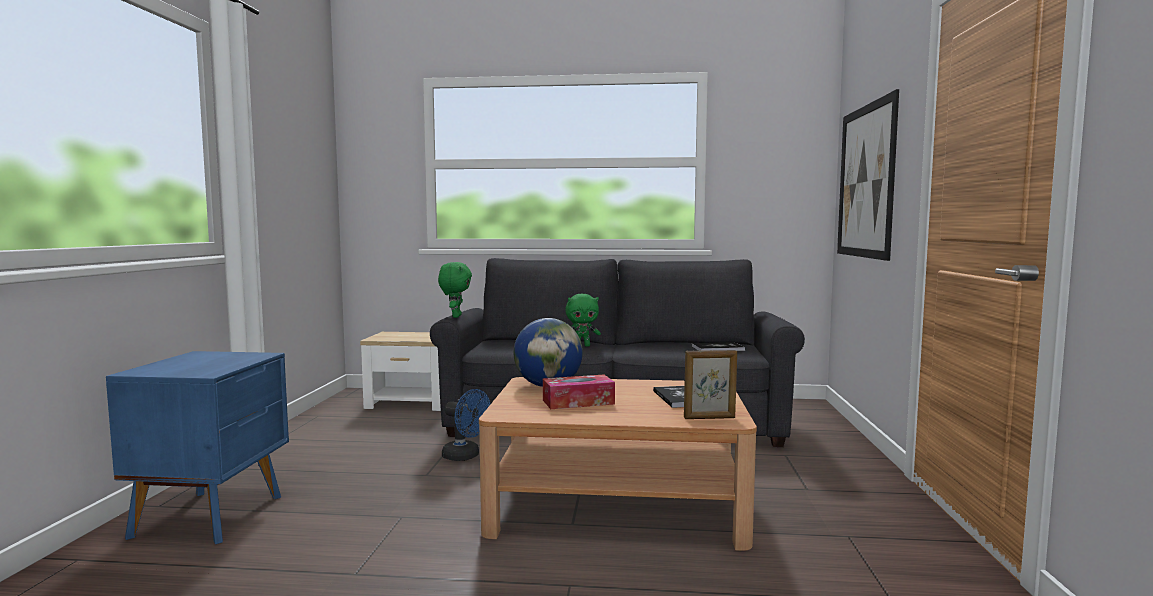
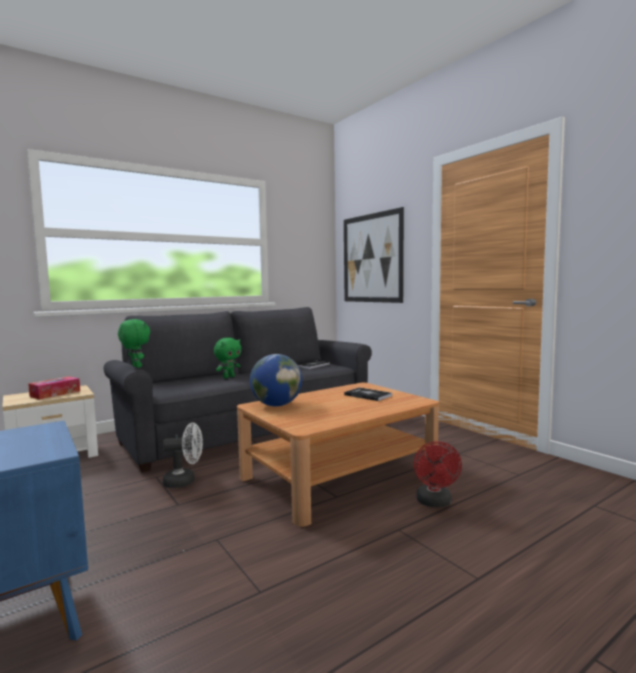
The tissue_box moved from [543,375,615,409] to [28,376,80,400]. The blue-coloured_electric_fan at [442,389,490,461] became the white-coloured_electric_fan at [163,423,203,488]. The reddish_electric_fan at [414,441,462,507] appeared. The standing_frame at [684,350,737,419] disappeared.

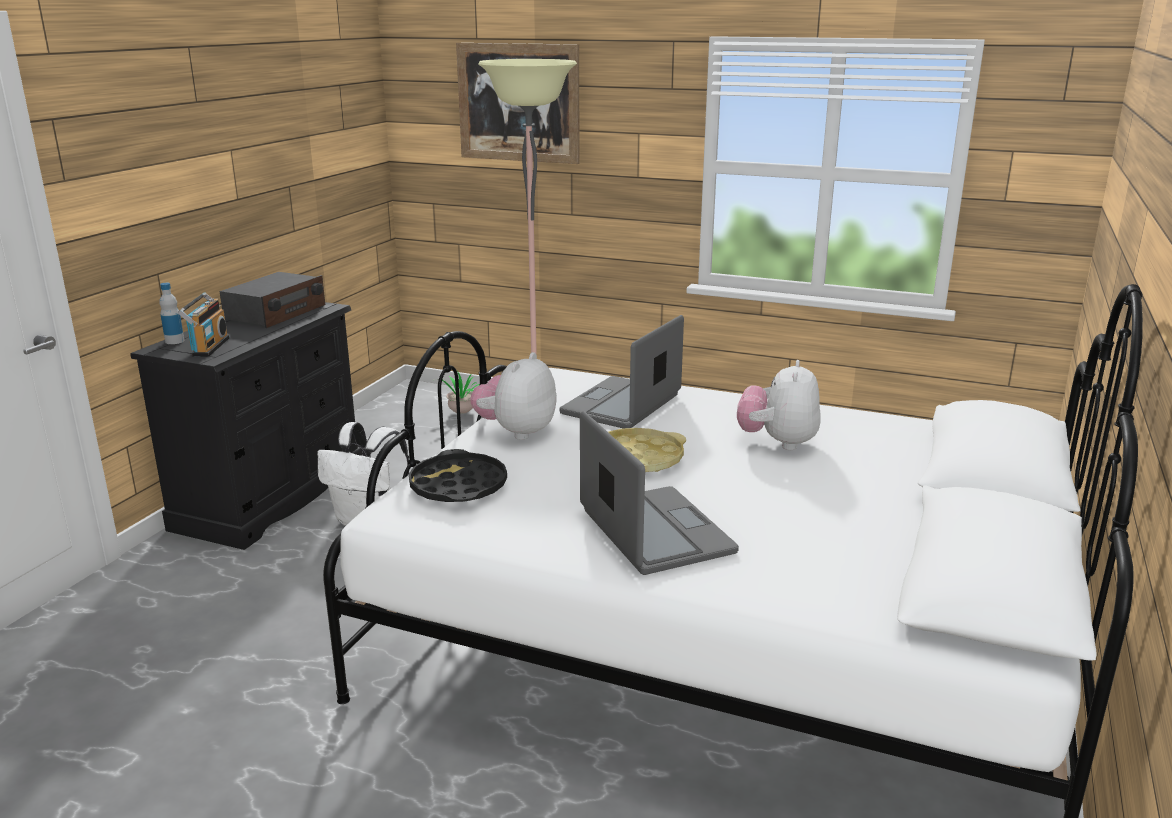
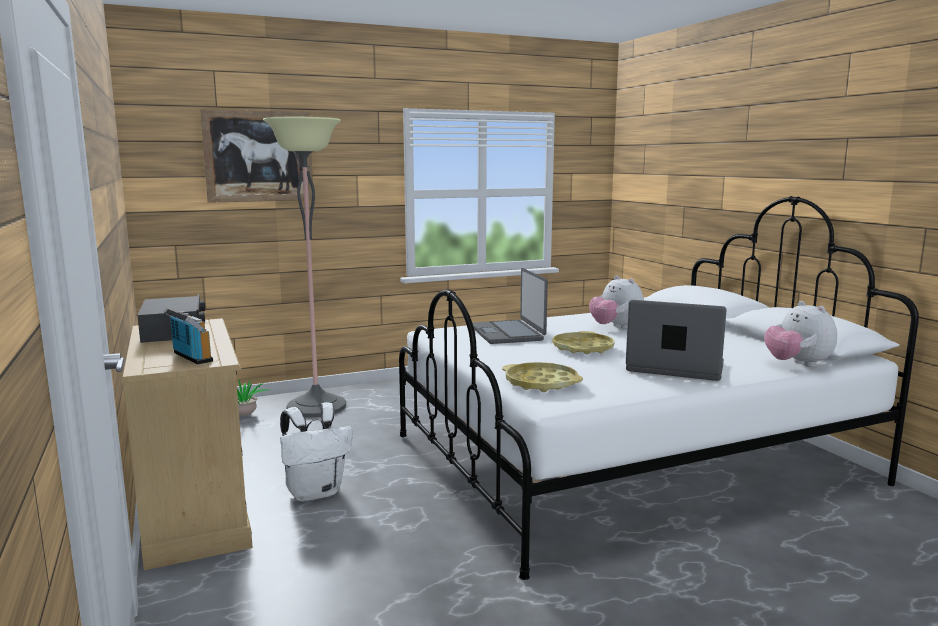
The blackish_chest_of_drawers at [130,302,363,550] became the beige_chest_of_drawers at [122,318,253,570]. The blackish_tray at [409,449,507,502] became the yellow-coloured_tray at [502,362,583,392]. The cuddly_toy moved from [470,352,556,440] to [764,301,837,367]. The beverage_bottle at [159,283,185,344] disappeared.

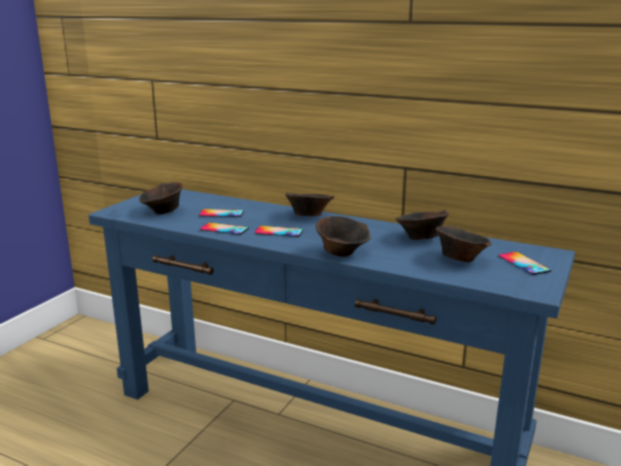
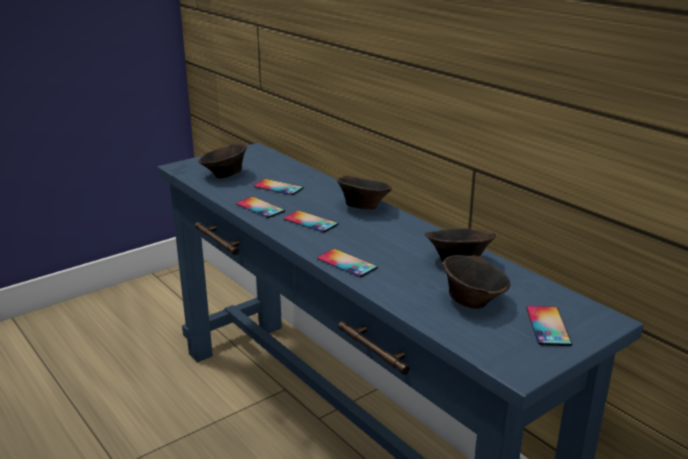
The brownish_serving_bowl at [316,216,370,257] was replaced by the telephone at [317,249,378,277].

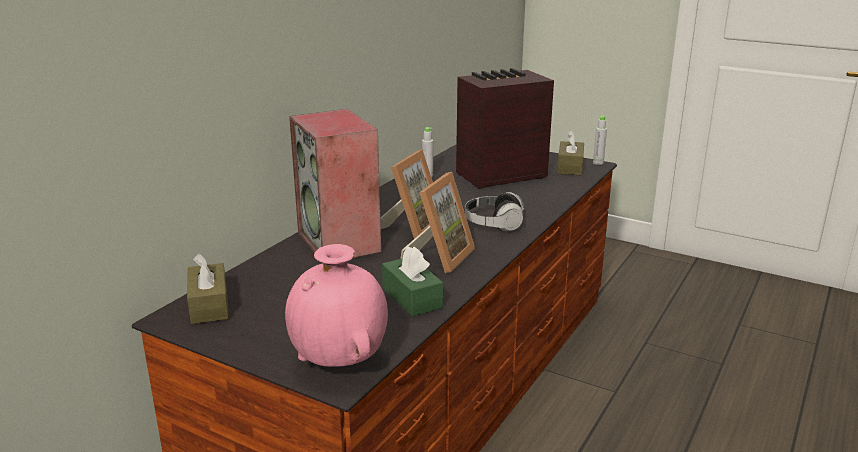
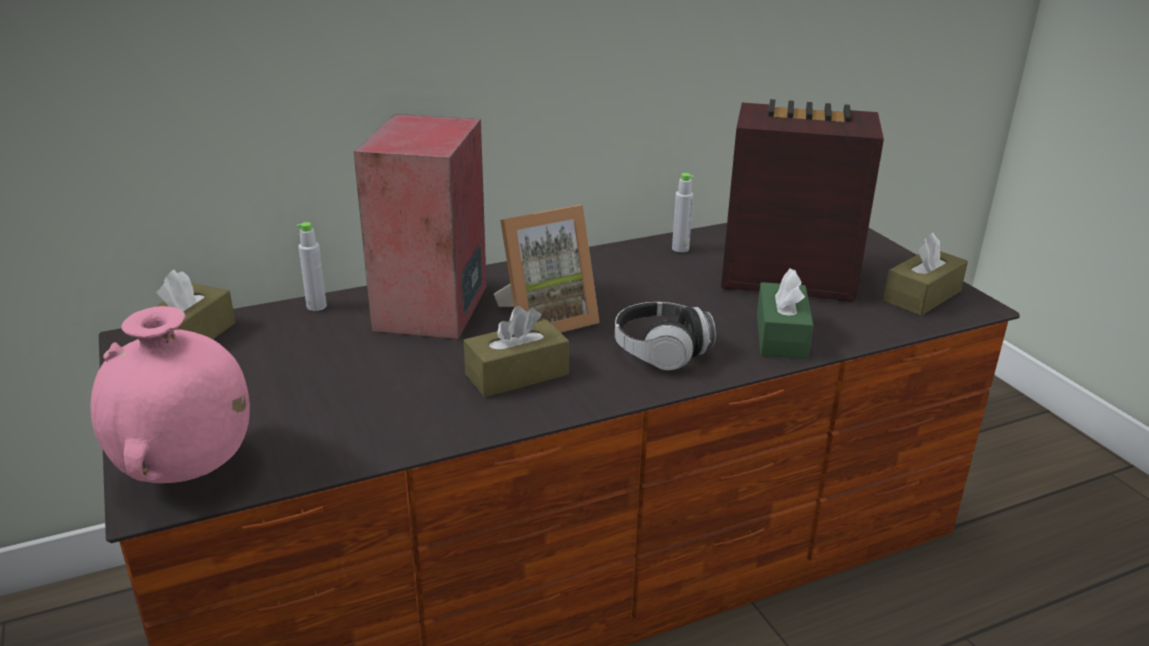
The grey_beverage_bottle moved from [593,116,607,165] to [297,222,327,311]. The standing_frame at [400,172,475,273] was replaced by the brownish_tissue_box at [464,306,569,397]. The greenish_tissue_box moved from [382,246,443,316] to [757,268,813,359].

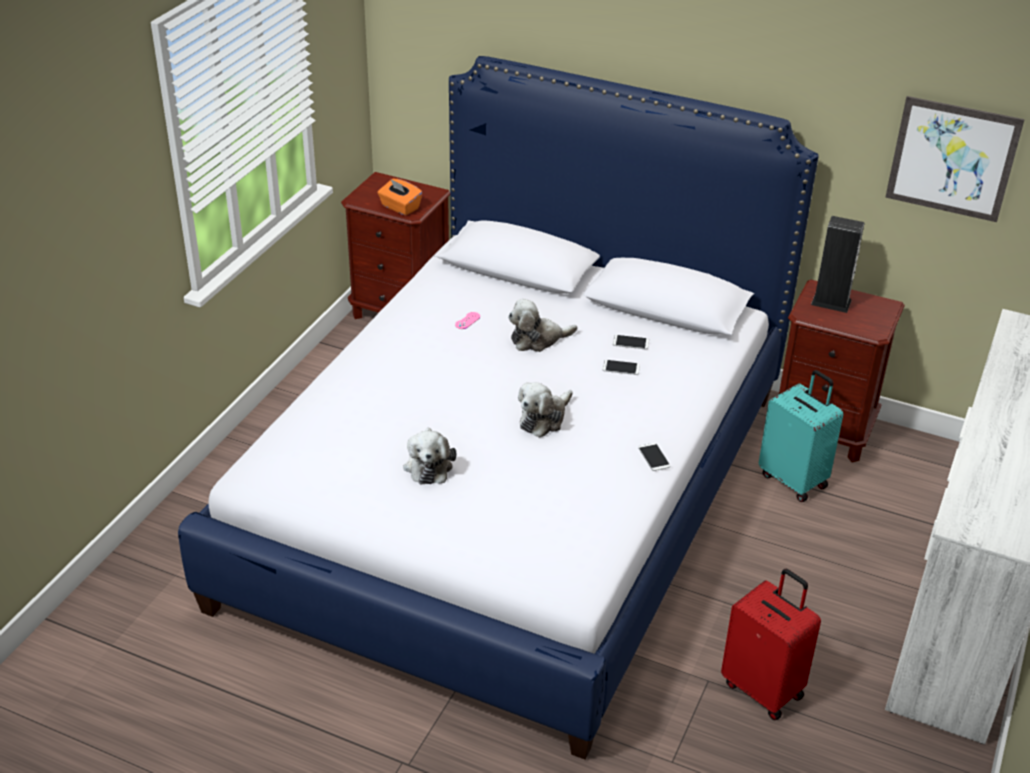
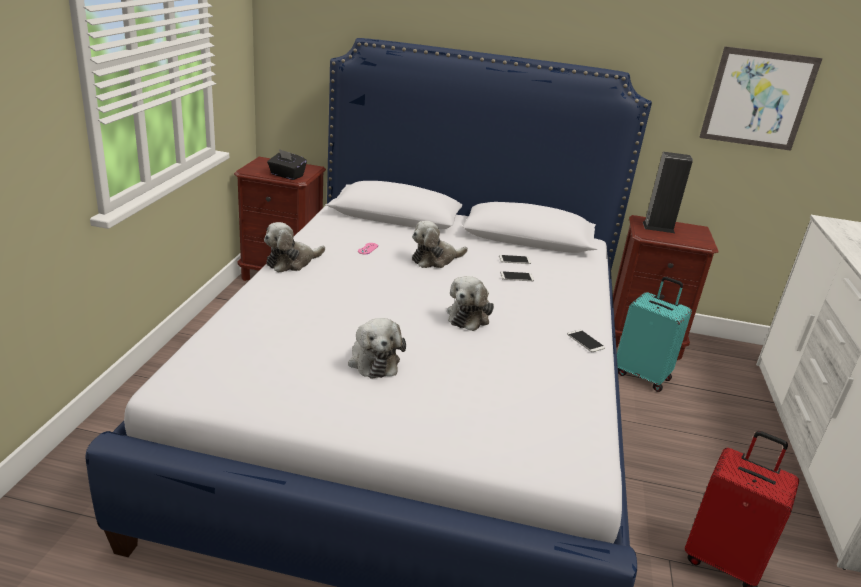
The cuddly_toy at [264,222,325,272] appeared. The orangey_tissue_box at [378,178,422,216] became the blackish_tissue_box at [267,149,307,180].

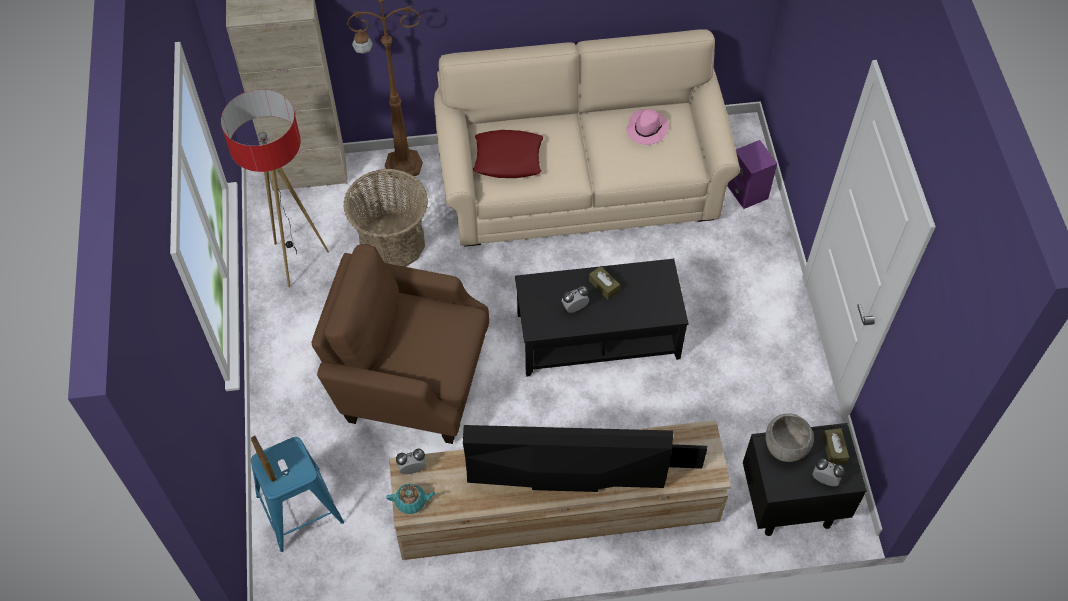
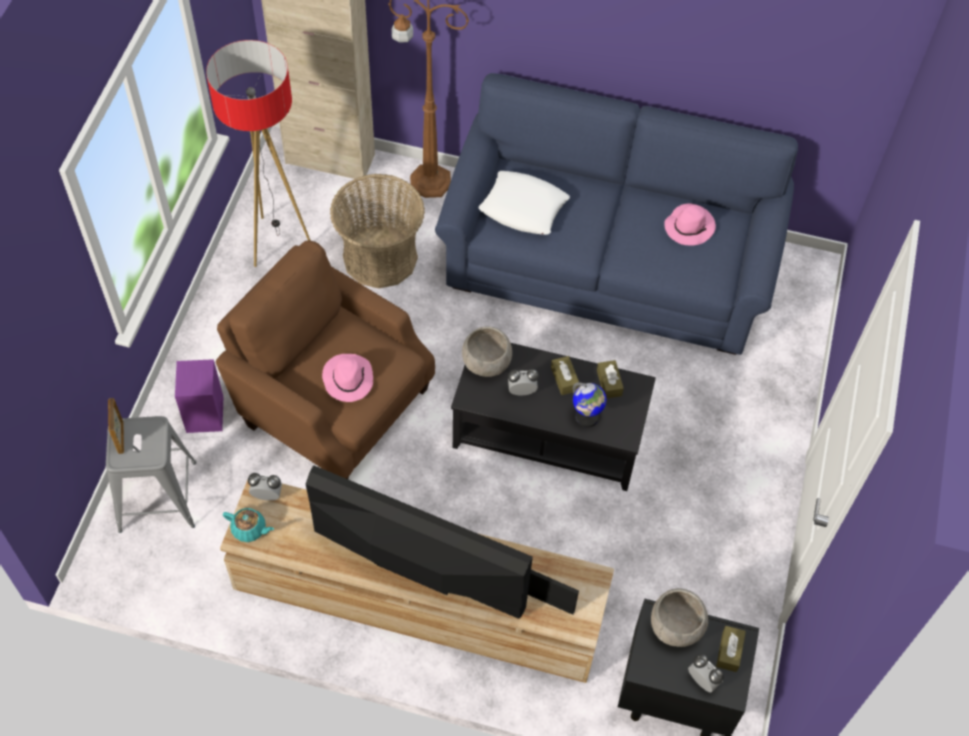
The blue-coloured_sitting_stool at [251,437,344,552] became the grey_sitting_stool at [106,416,196,533]. The purple-coloured_loudspeaker moved from [727,140,777,209] to [175,359,223,433]. The pink_wearable_hat at [322,354,373,402] appeared. The beige_sofa at [434,29,740,247] became the blue-coloured_sofa at [435,73,798,355]. The grey_serving_bowl at [462,326,512,377] appeared. The reddish_pillow at [473,130,543,178] became the white-coloured_pillow at [478,171,570,235]. The desk_globe at [573,382,607,428] appeared. The brownish_tissue_box at [597,360,624,399] appeared.

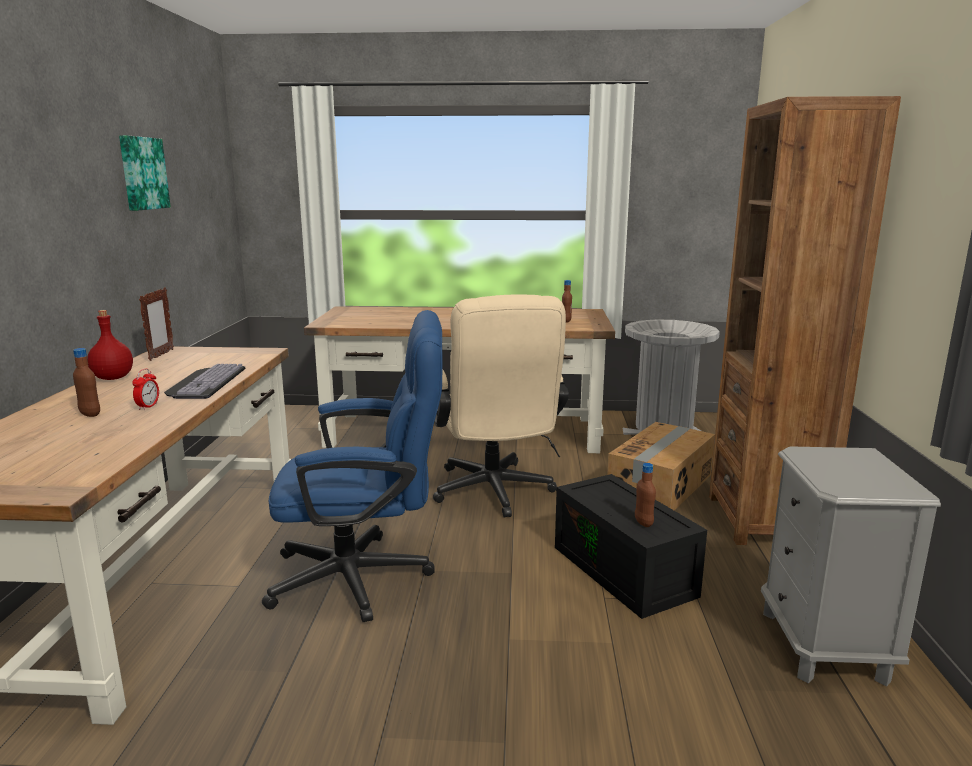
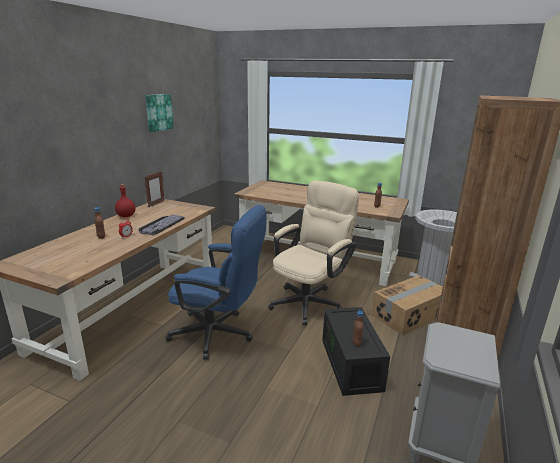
The beige_office_chair at [433,294,569,517] turned 150 degrees counterclockwise.

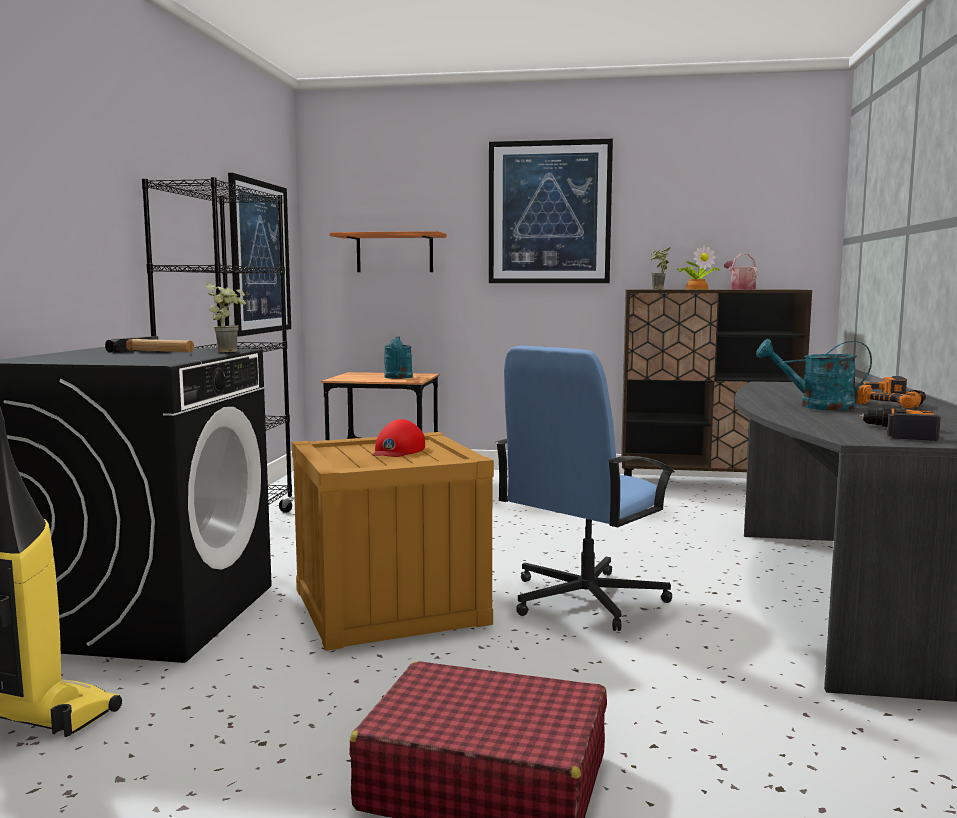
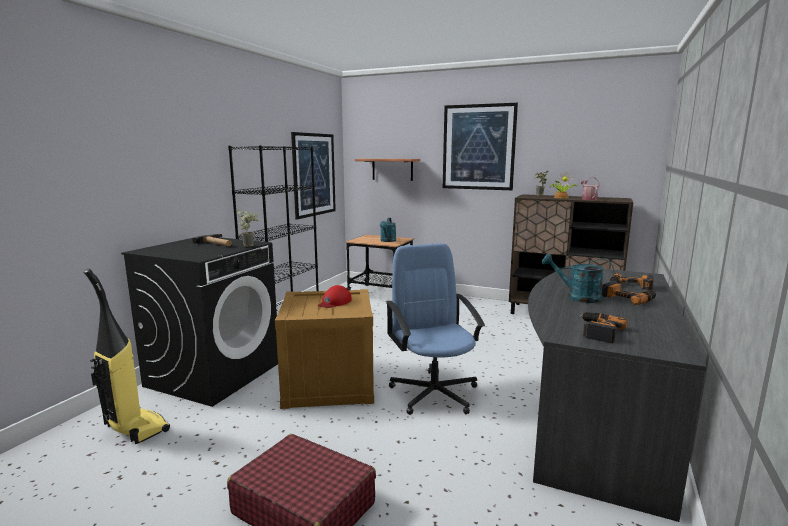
The blue-coloured_office_chair at [495,346,675,631] turned 105 degrees clockwise.

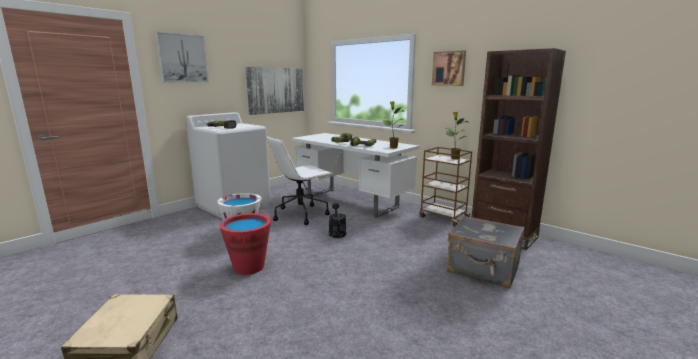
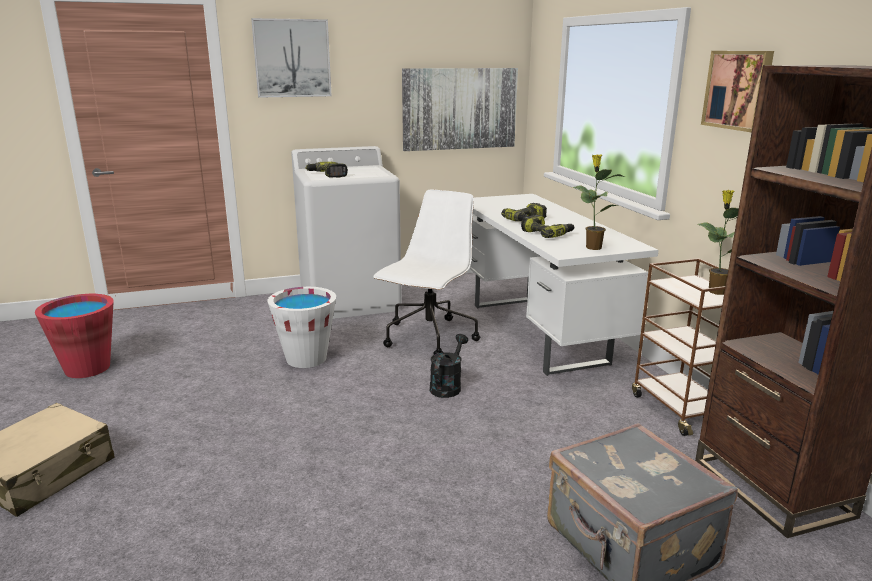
The reddish_pail moved from [219,213,271,275] to [35,294,114,378]. The white-coloured_office_chair at [267,136,334,225] turned 120 degrees clockwise.

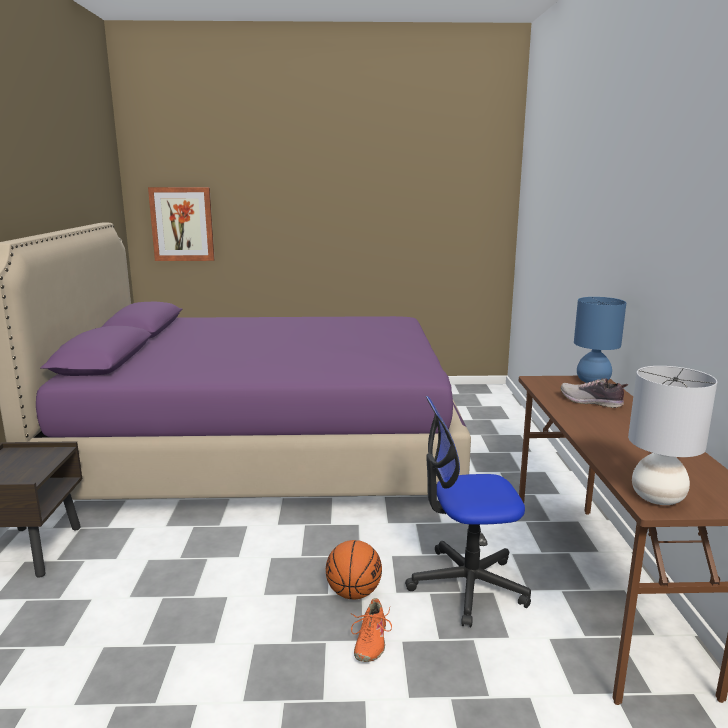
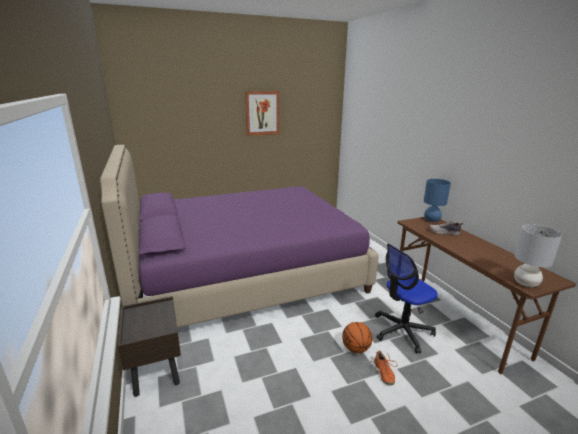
The wall_picture moved from [148,187,215,261] to [245,91,279,136].

